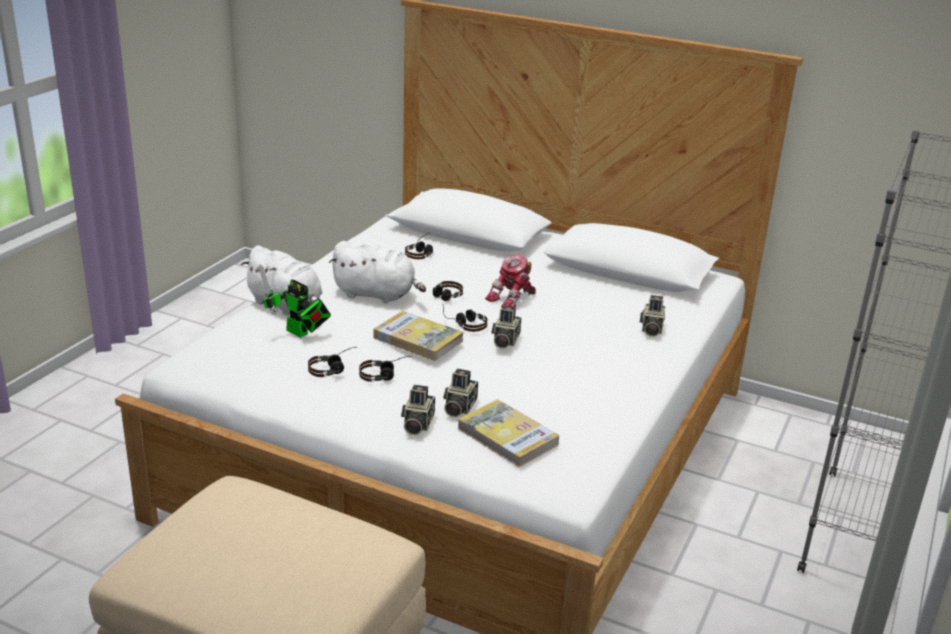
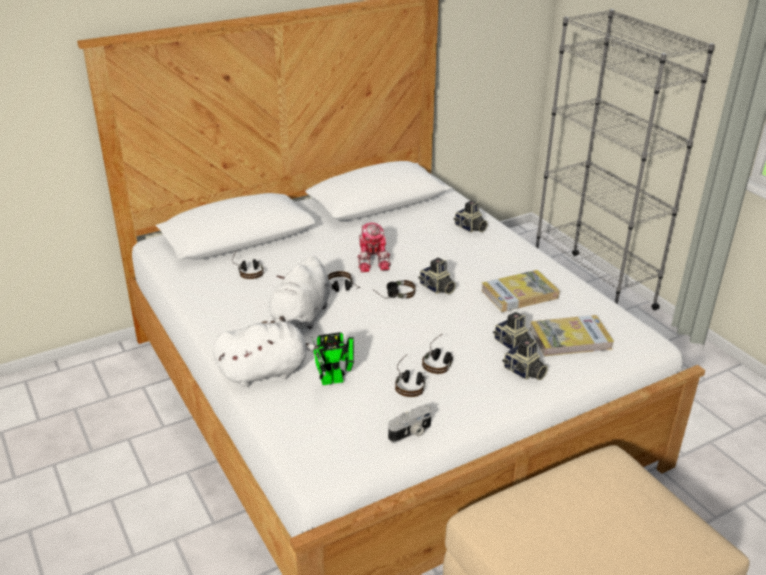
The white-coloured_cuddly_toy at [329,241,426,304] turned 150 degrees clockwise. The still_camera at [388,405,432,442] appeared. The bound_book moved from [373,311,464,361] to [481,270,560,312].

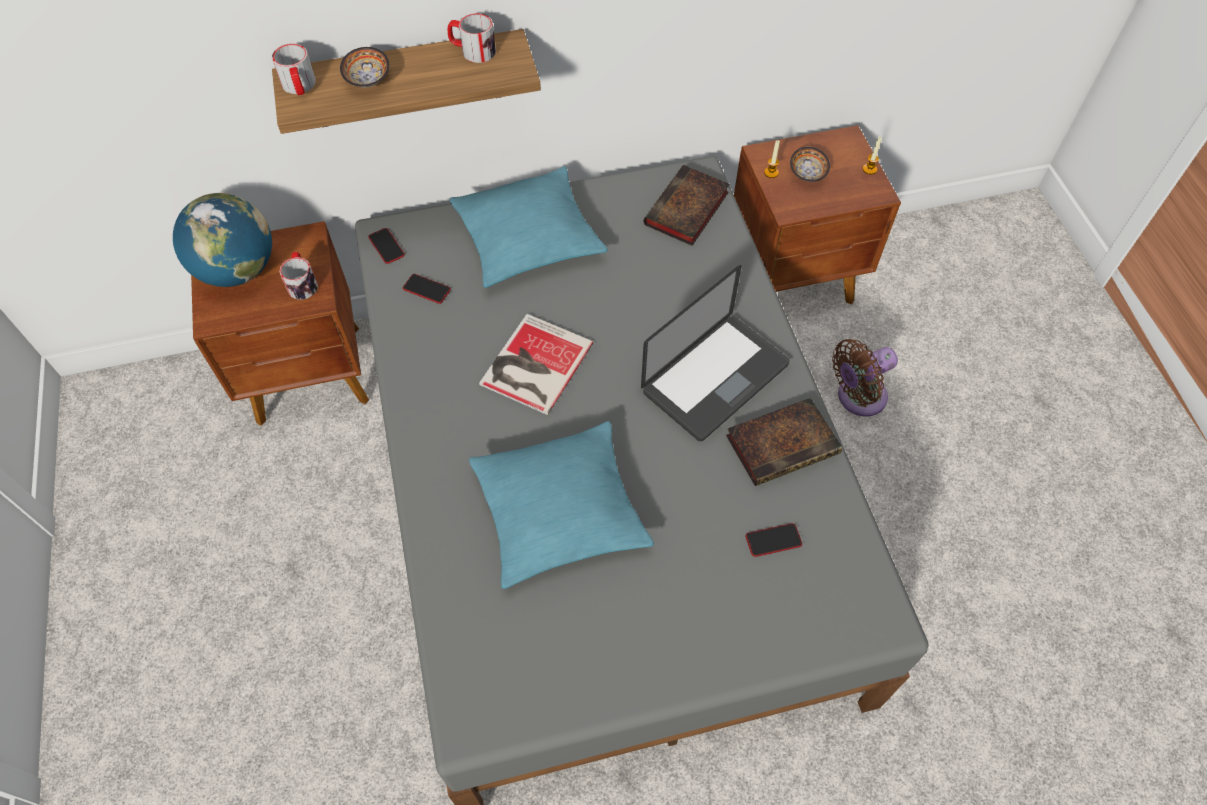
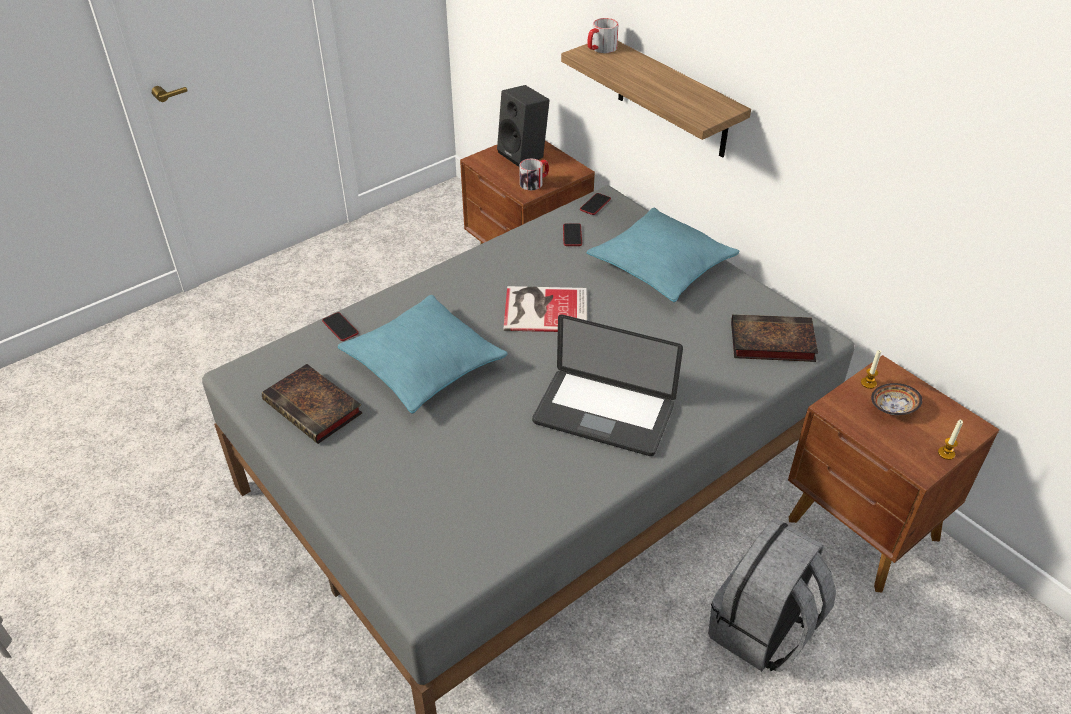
The bound_book moved from [726,398,842,486] to [262,364,362,444]. The telephone moved from [746,523,802,557] to [322,312,359,341]. The desk_globe at [173,193,272,287] was replaced by the blackish_loudspeaker at [497,85,550,167]. The brownish_electric_fan at [832,339,898,417] was replaced by the grey_backpack at [708,518,836,672]. The serving_bowl at [340,47,389,87] disappeared. The mug at [448,13,496,63] disappeared.

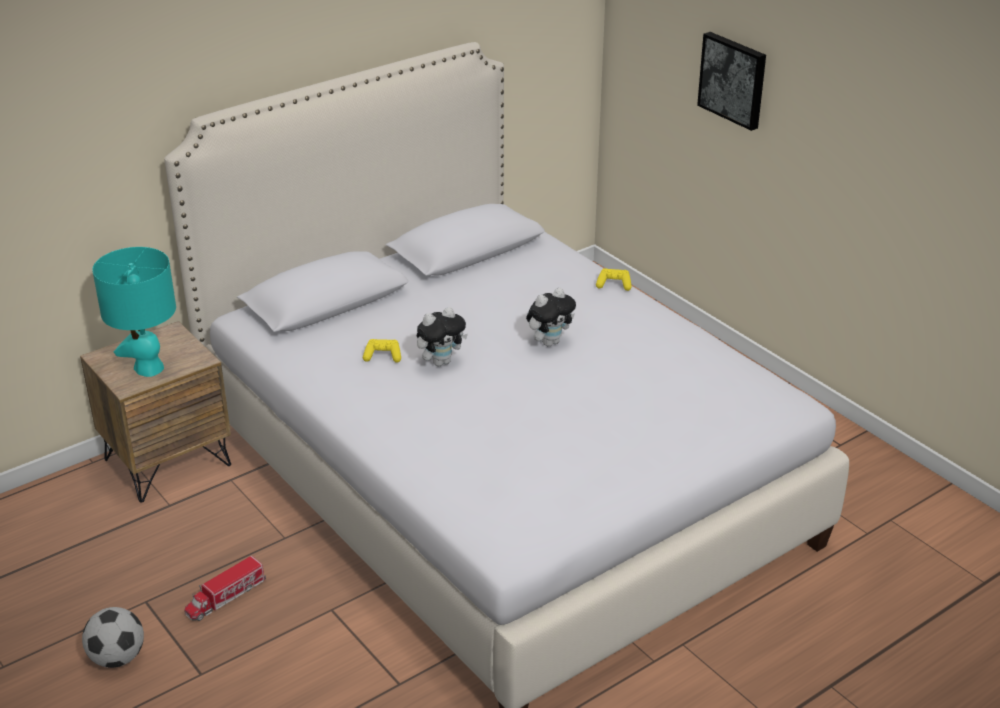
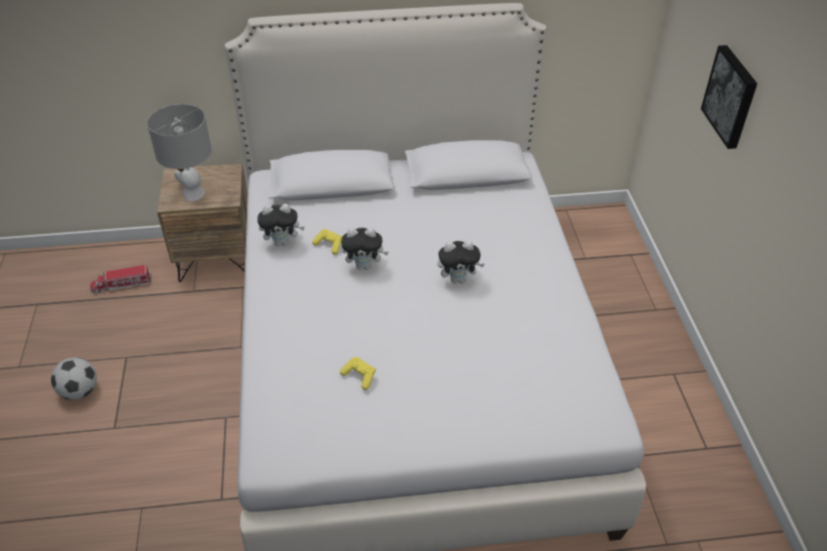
The toy_truck moved from [184,556,266,621] to [90,265,152,293]. The turquoise_lamp_for_a_table at [92,247,176,377] became the grey_lamp_for_a_table at [147,104,212,201]. The cuddly_toy at [257,204,305,246] appeared. The yellow-coloured_joypad moved from [596,268,632,291] to [340,357,376,390].

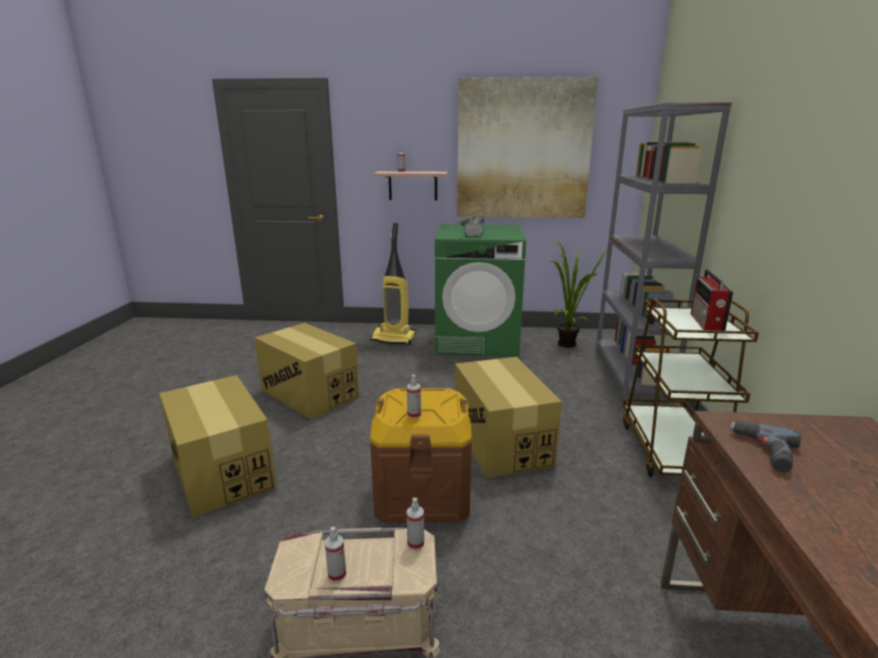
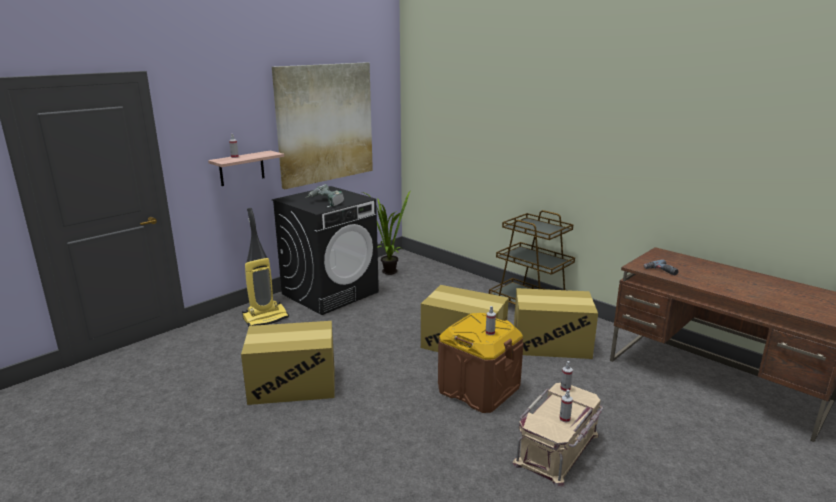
The greenish_laundry_machine at [435,224,526,357] became the blackish_laundry_machine at [272,186,379,315]. The carton moved from [159,375,277,518] to [514,288,598,359]. The grey_bookshelf at [596,102,732,400] disappeared. The radio at [691,270,733,331] disappeared.

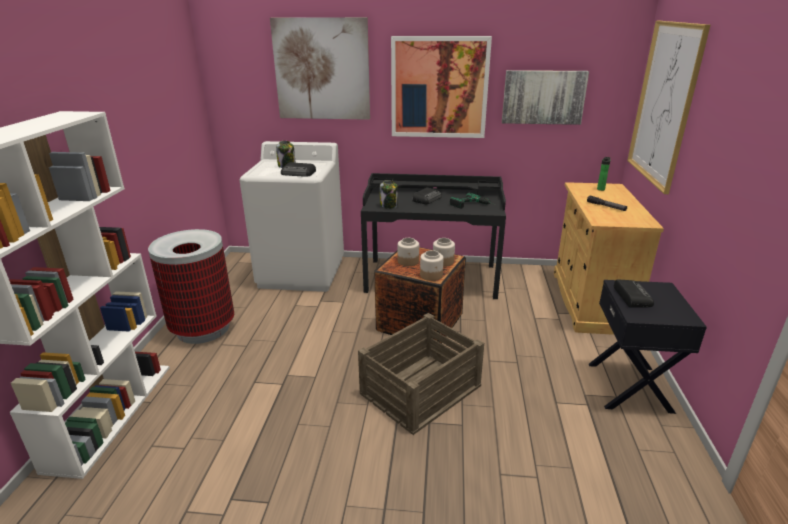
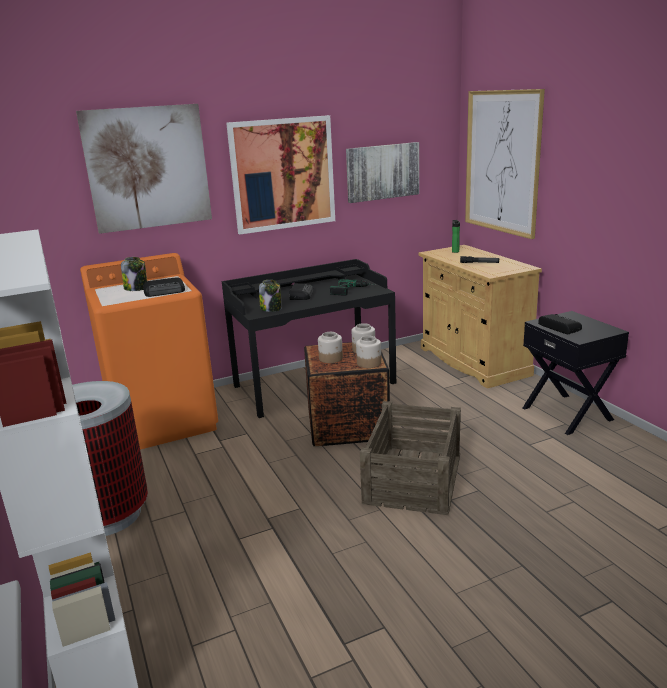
The white-coloured_laundry_machine at [240,141,344,292] became the orangey_laundry_machine at [80,253,218,450].

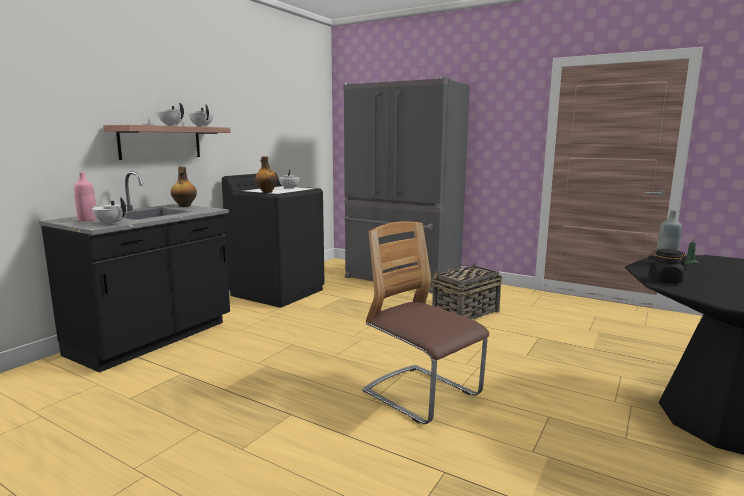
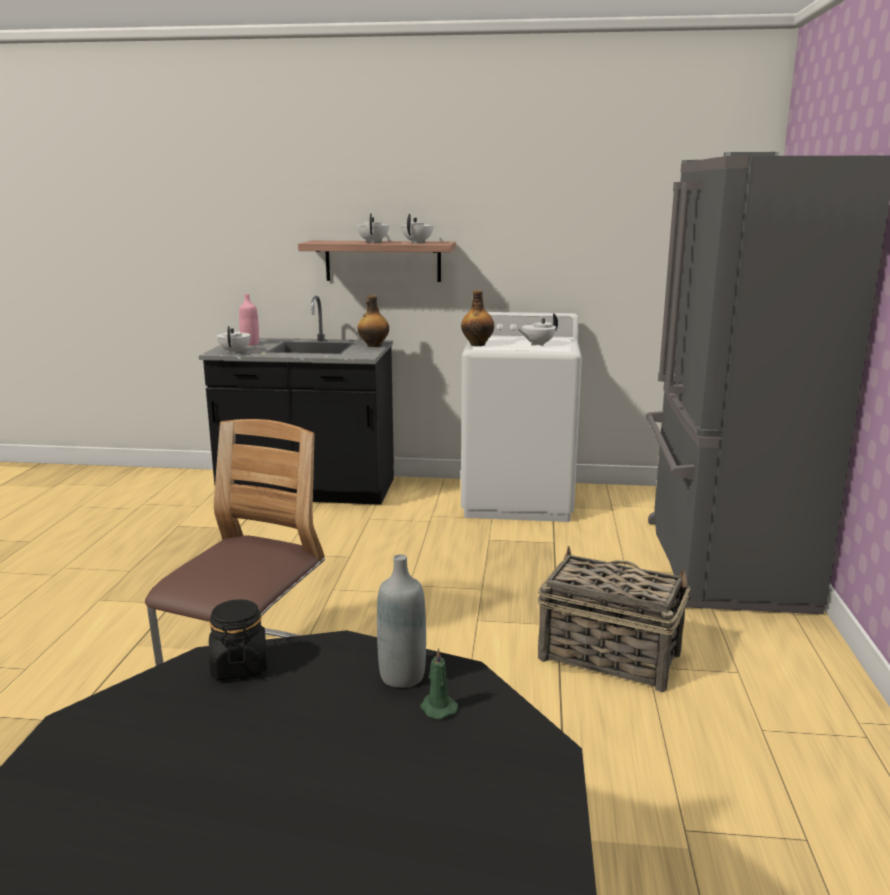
The blackish_laundry_machine at [222,173,325,308] became the white-coloured_laundry_machine at [461,312,582,522].

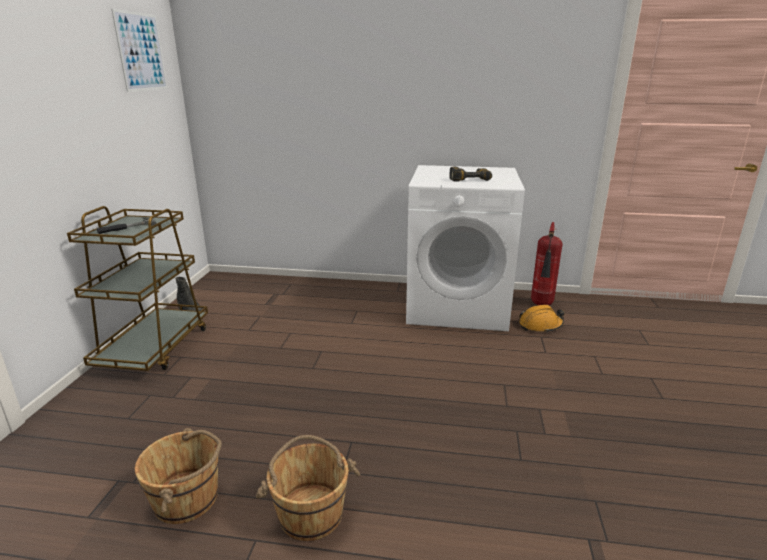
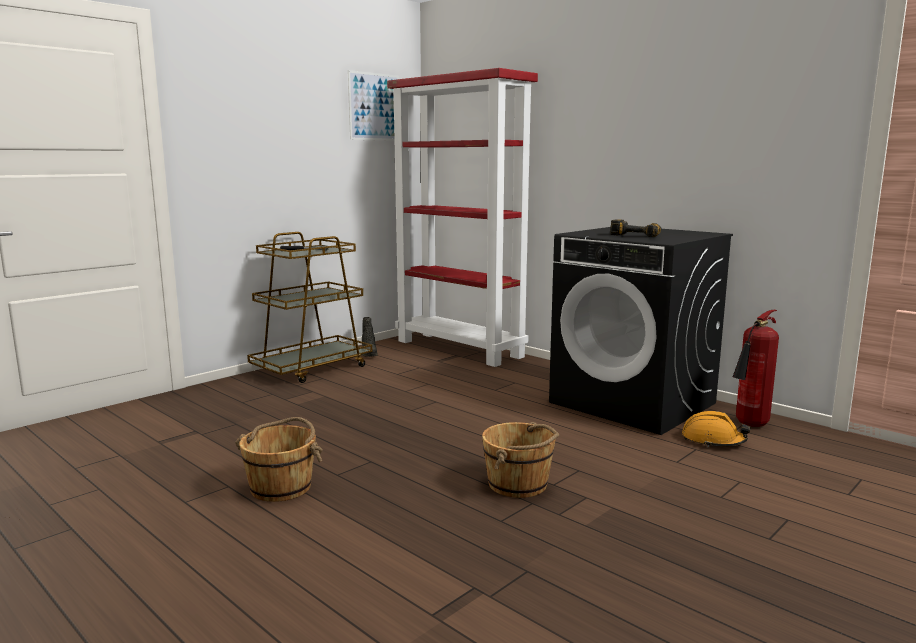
The reddish_bookshelf at [387,68,538,367] appeared. The brownish_pail moved from [135,428,222,524] to [482,422,559,498]. The white-coloured_laundry_machine at [406,165,525,331] became the blackish_laundry_machine at [549,227,733,435].

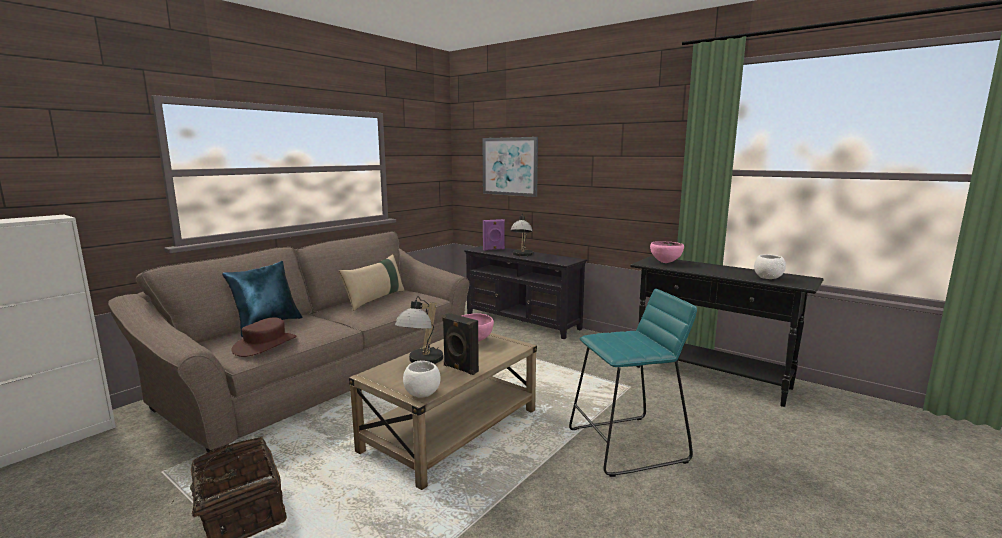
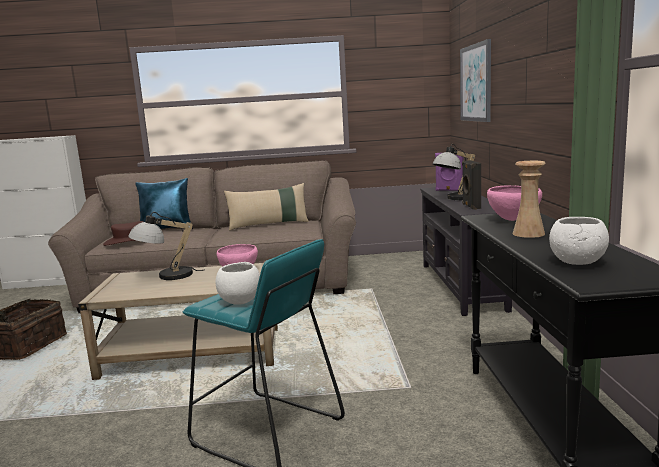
The white-coloured_serving_bowl moved from [403,361,441,398] to [216,262,260,305]. The blackish_loudspeaker moved from [442,313,479,375] to [462,160,481,210]. The beige_vase at [512,161,546,238] appeared.

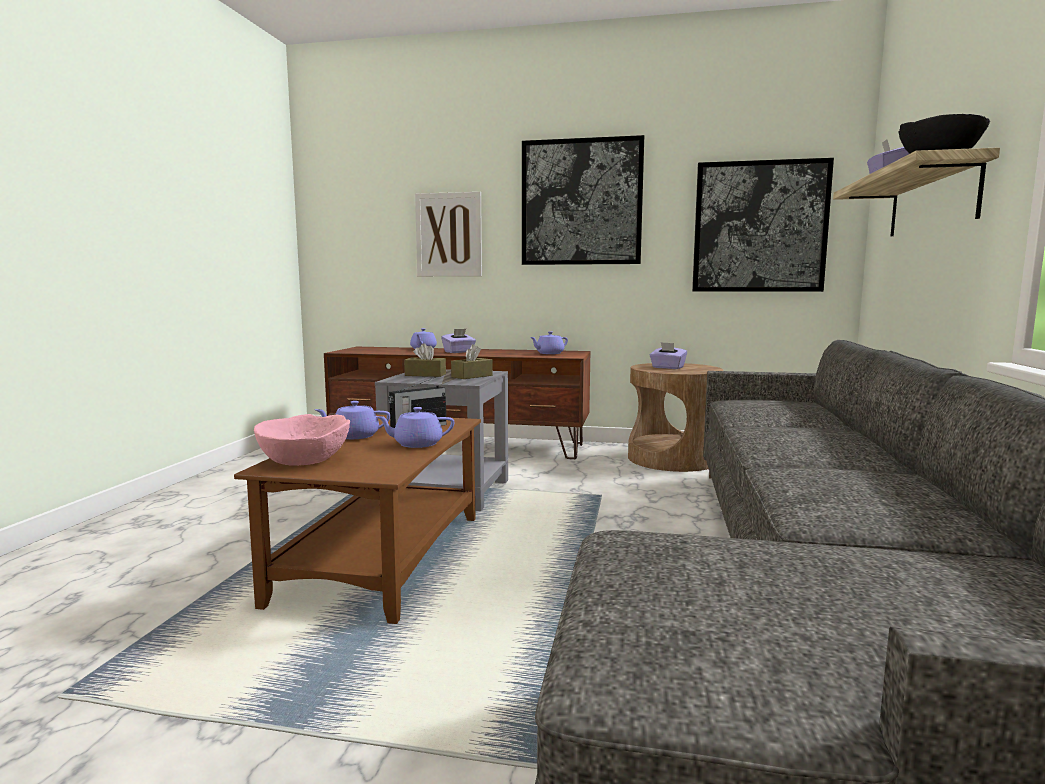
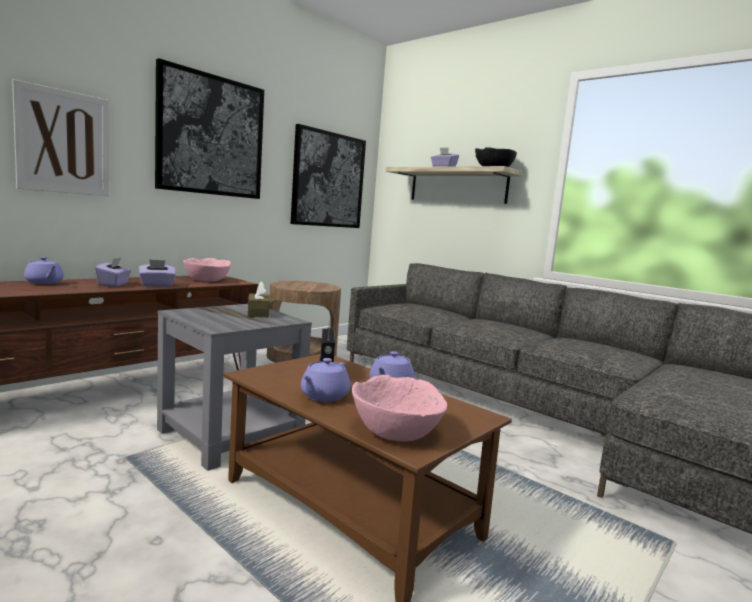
The purple-coloured_tissue_box moved from [650,342,687,369] to [138,259,176,287]. The purple-coloured_tea_pot at [530,331,568,354] was replaced by the pink_serving_bowl at [183,258,231,282]. The brownish_tissue_box at [404,343,446,377] disappeared.

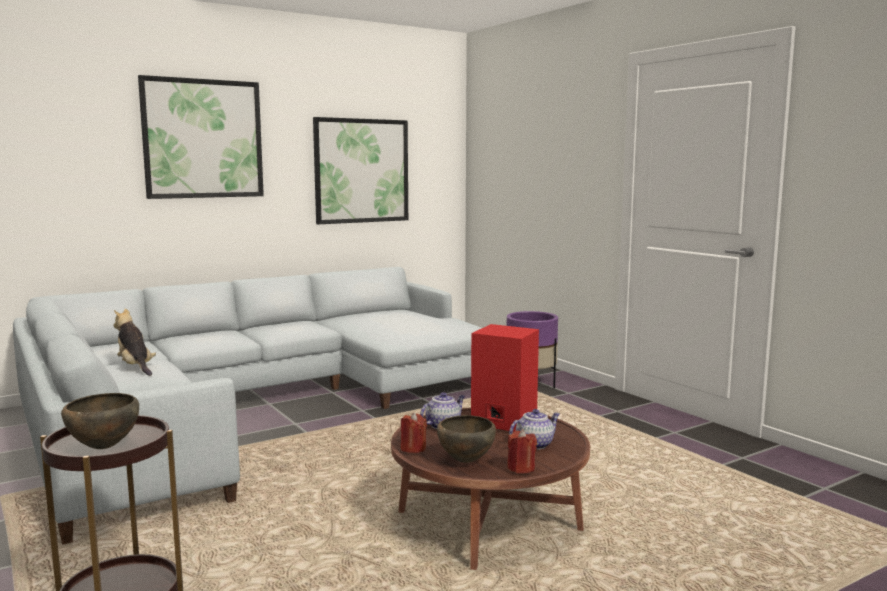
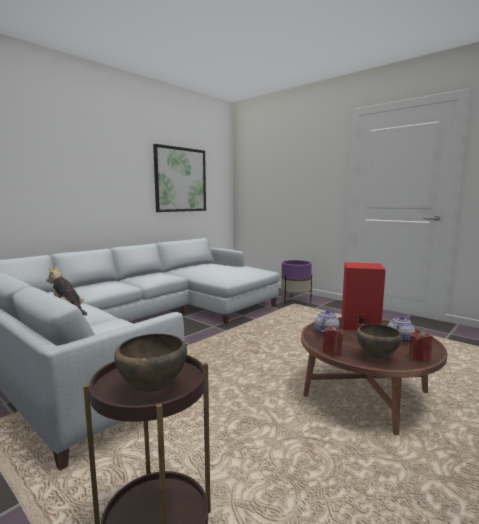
The wall_picture at [138,75,264,199] disappeared.

